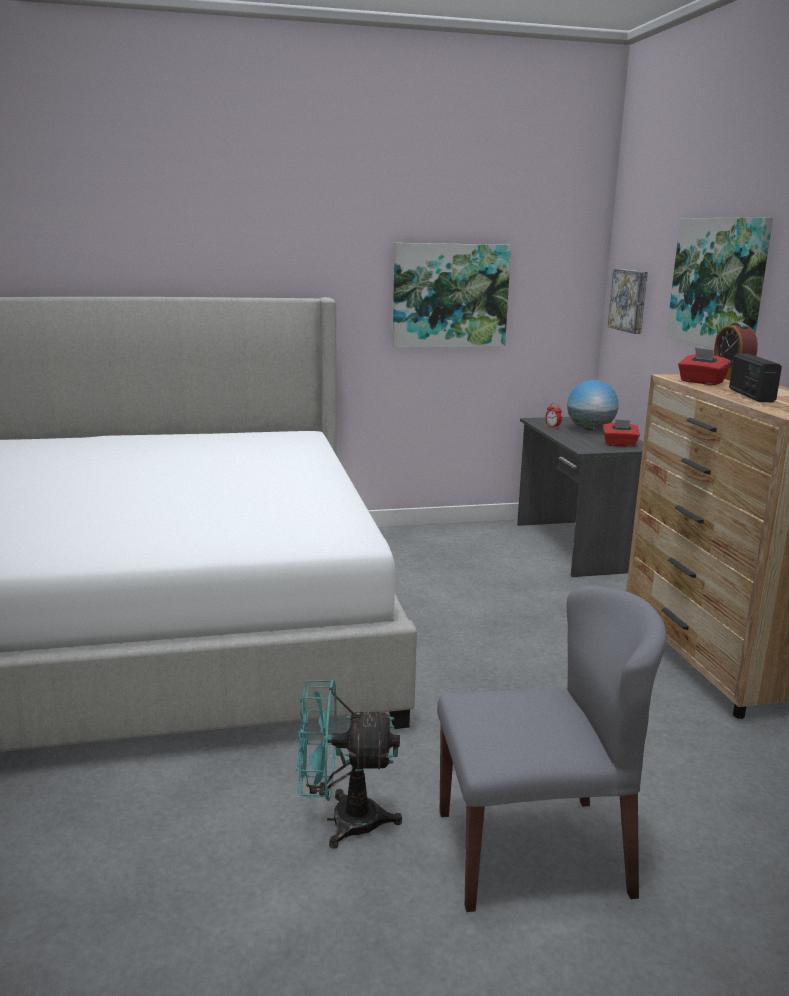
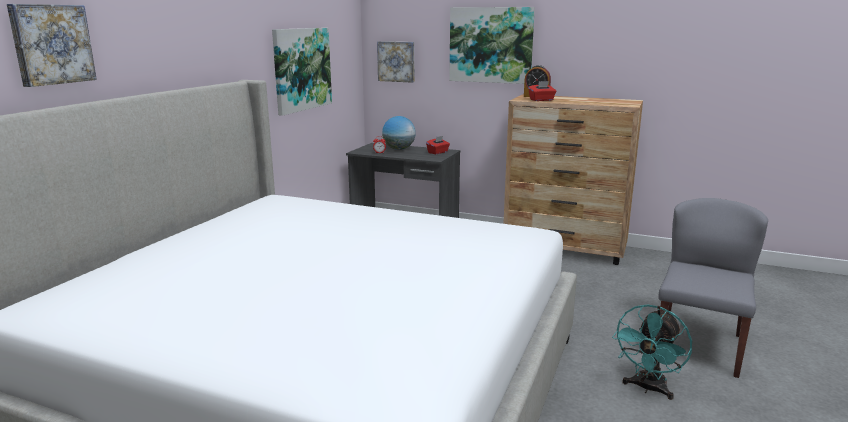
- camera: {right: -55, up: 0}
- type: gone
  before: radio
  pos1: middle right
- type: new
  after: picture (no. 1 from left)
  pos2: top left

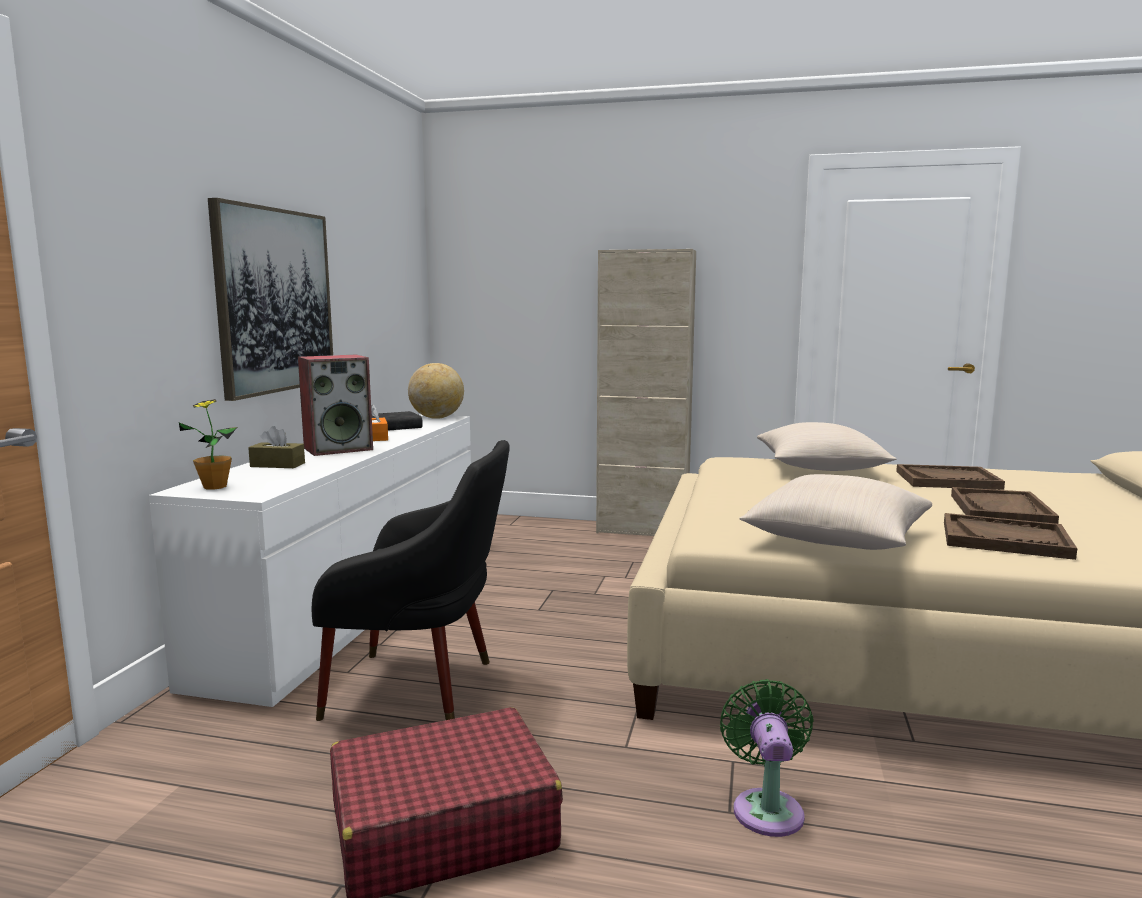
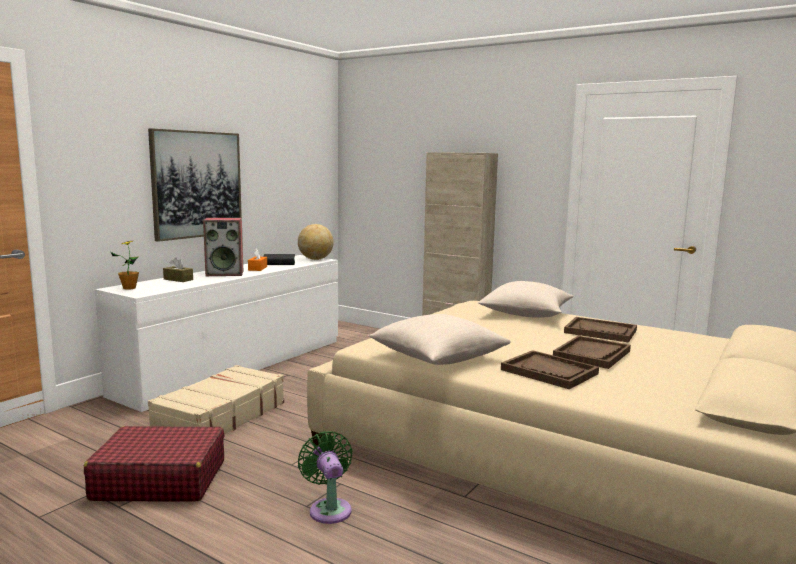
- camera: {right: 20, up: 0}
- type: swapped
  before: black armchair
  after: beige suitcase
  pos1: centre
  pos2: bottom left
- type: rotated
  before: green fan
  pos1: bottom right
  pos2: bottom centre
  turn: -45

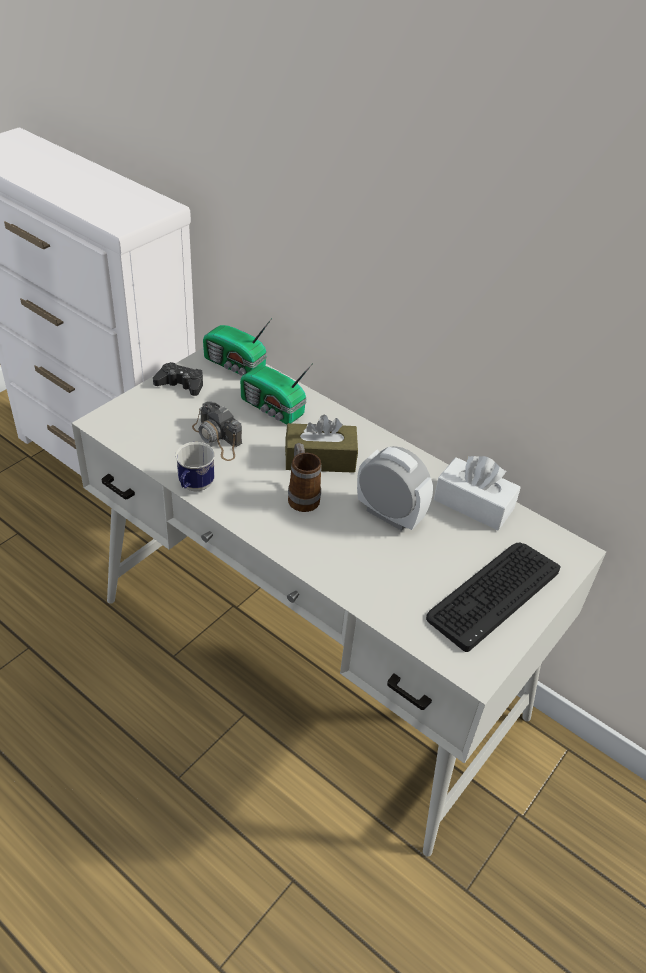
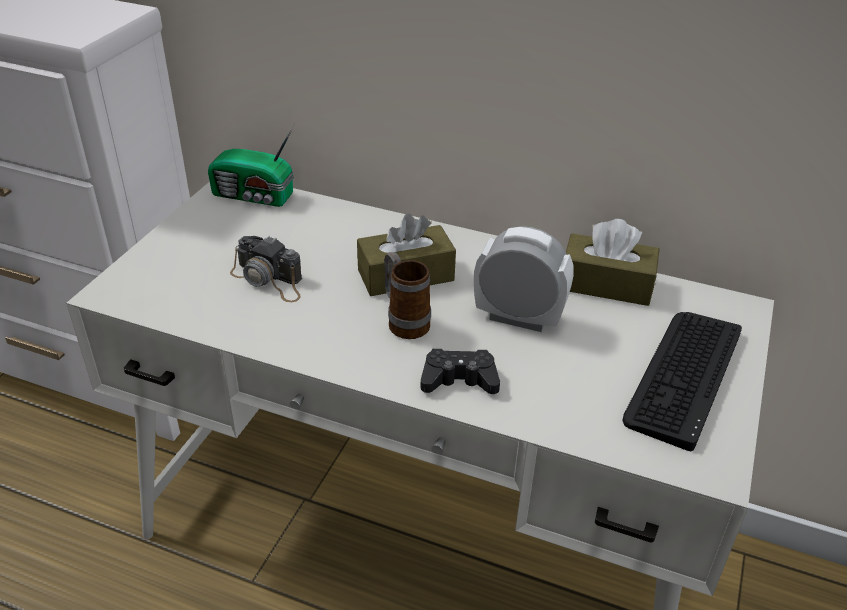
- camera: {right: -15, up: -5}
- type: shifted
  before: black game controller
  pos1: middle left
  pos2: centre
- type: gone
  before: radio (no. 2 from left)
  pos1: centre
- type: gone
  before: mug (no. 1 from left)
  pos1: middle left
- type: repainted
  before: white tissue box
  after: brown tissue box (no. 2 from left)
  pos1: middle right
  pos2: middle right

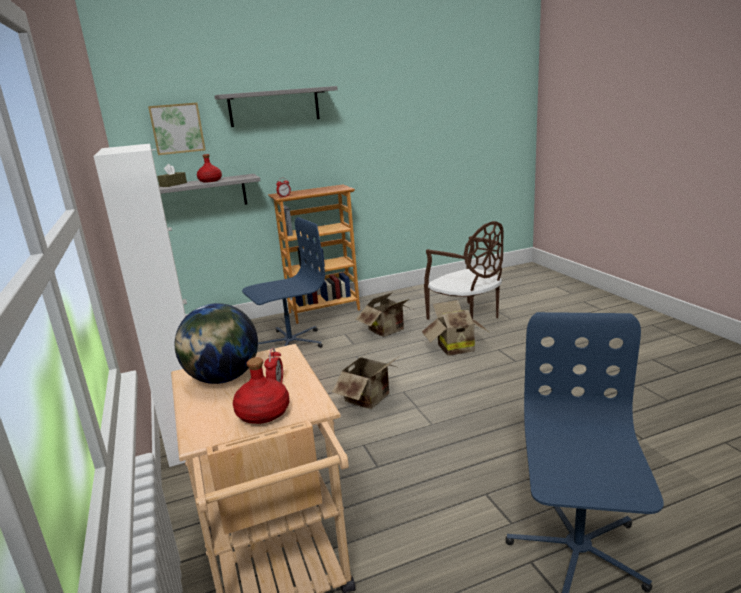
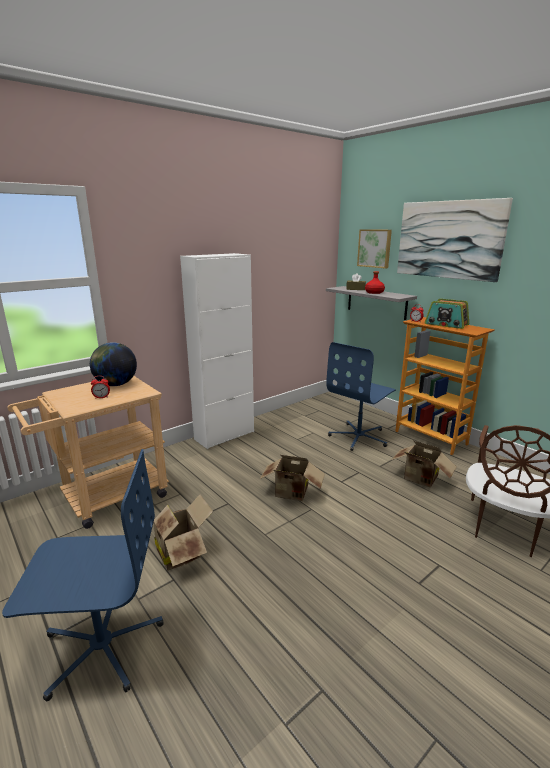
- camera: {right: 70, up: 0}
- type: swapped
  before: grey shelf (no. 2 from left)
  after: picture (no. 2 from left)
  pos1: top centre
  pos2: top right
- type: rotated
  before: blue office chair (no. 1 from left in the first image)
  pos1: centre
  pos2: centre
  turn: 90
- type: shifted
  before: cardboard box (no. 3 from left in the first image)
  after: cardboard box (no. 1 from left)
  pos1: centre
  pos2: bottom left
- type: gone
  before: red bottle (no. 2 from left)
  pos1: centre
- type: new
  after: radio
  pos2: middle right

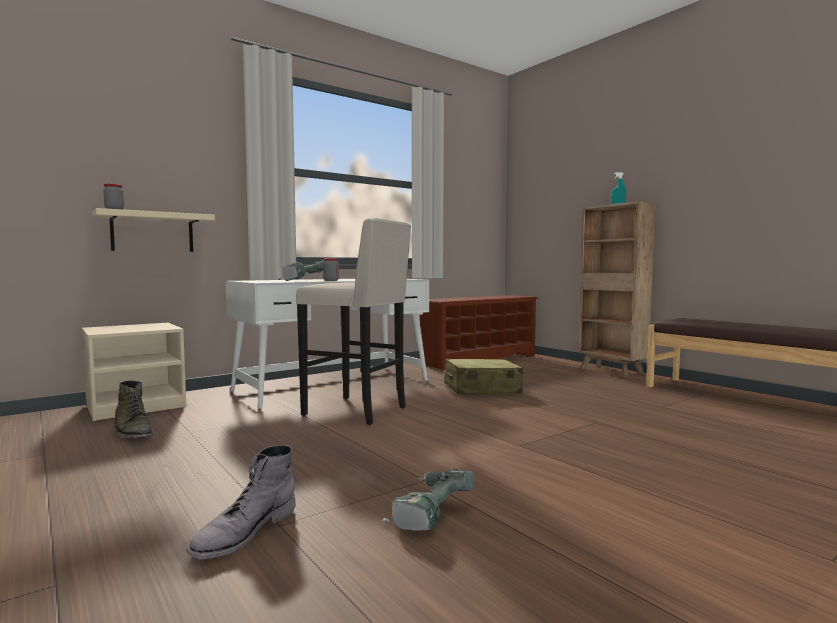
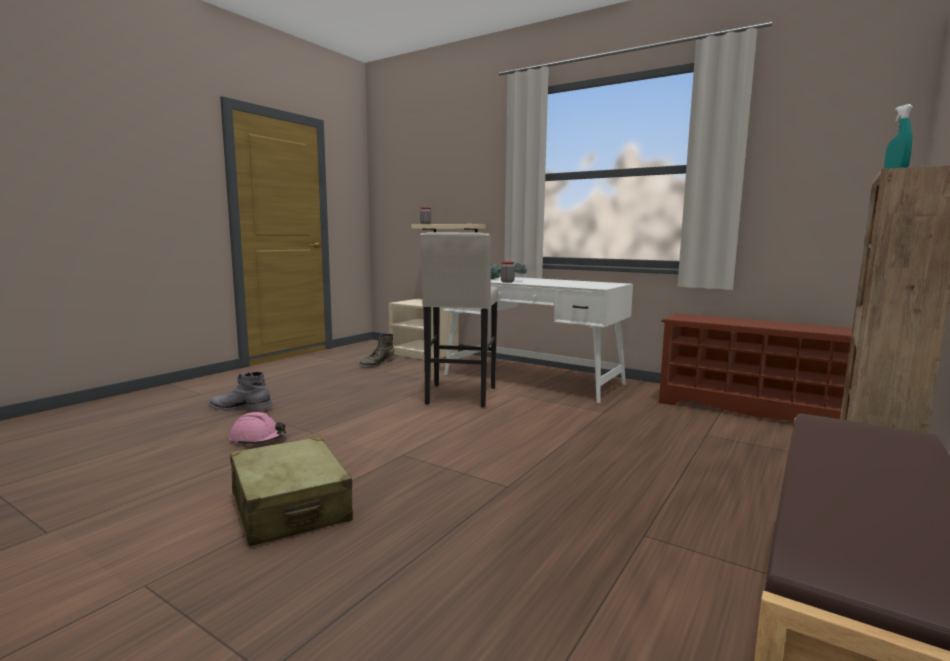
- camera: {right: 70, up: 5}
- type: shifted
  before: beige suitcase
  pos1: centre
  pos2: bottom left
- type: swapped
  before: power drill (no. 2 from left)
  after: pink hard hat
  pos1: bottom centre
  pos2: middle left

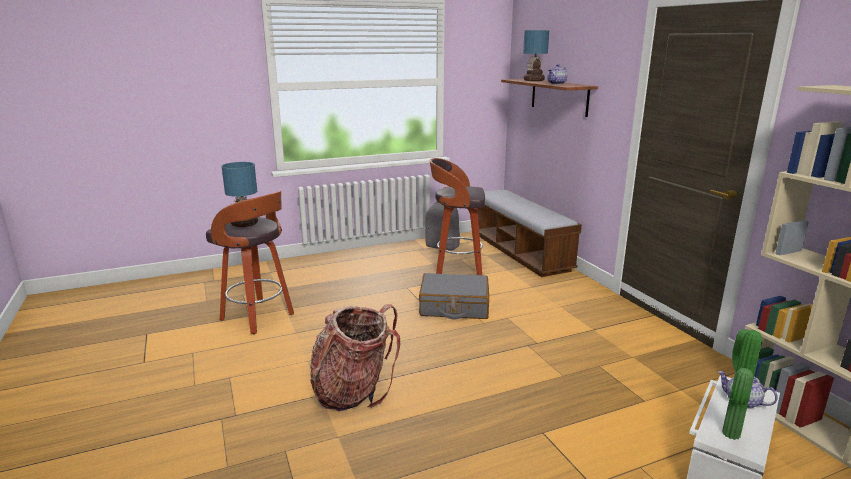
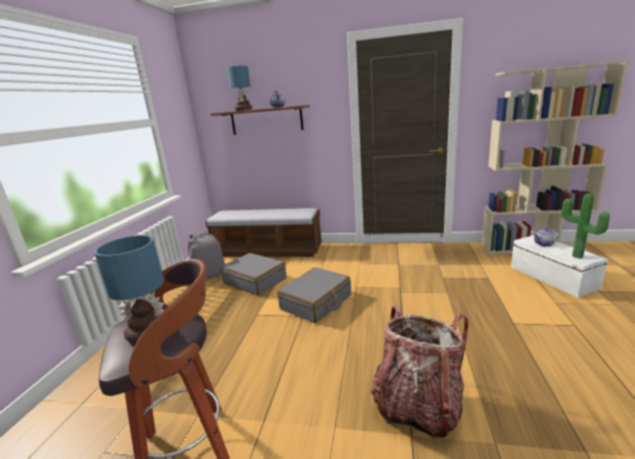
- camera: {right: -55, up: 0}
- type: swapped
  before: stool (no. 2 from left)
  after: grey suitcase (no. 1 from left)
  pos1: centre
  pos2: centre

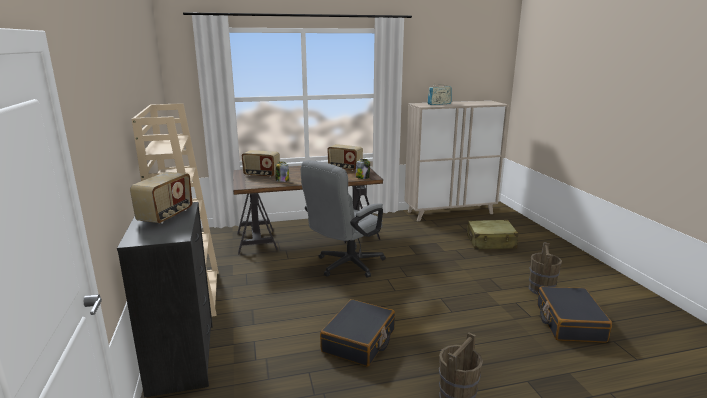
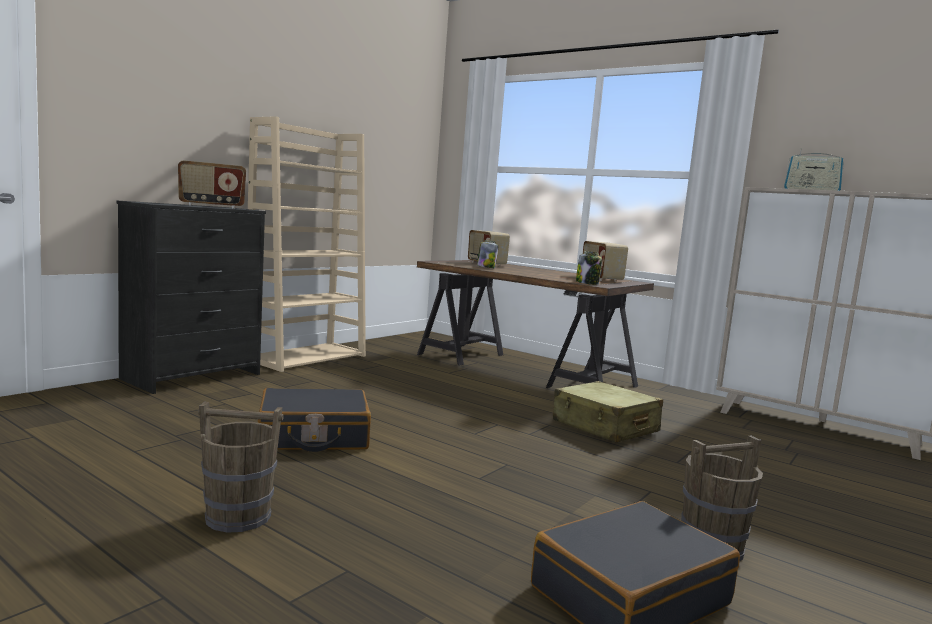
- camera: {right: 50, up: -10}
- type: gone
  before: grey office chair
  pos1: centre
- type: shifted
  before: beige suitcase
  pos1: middle right
  pos2: centre

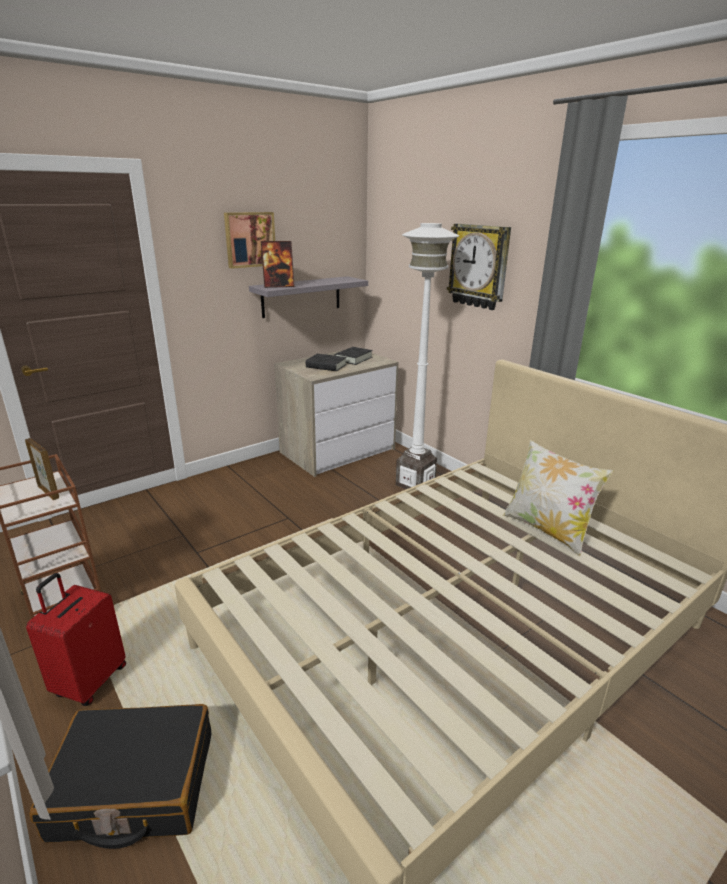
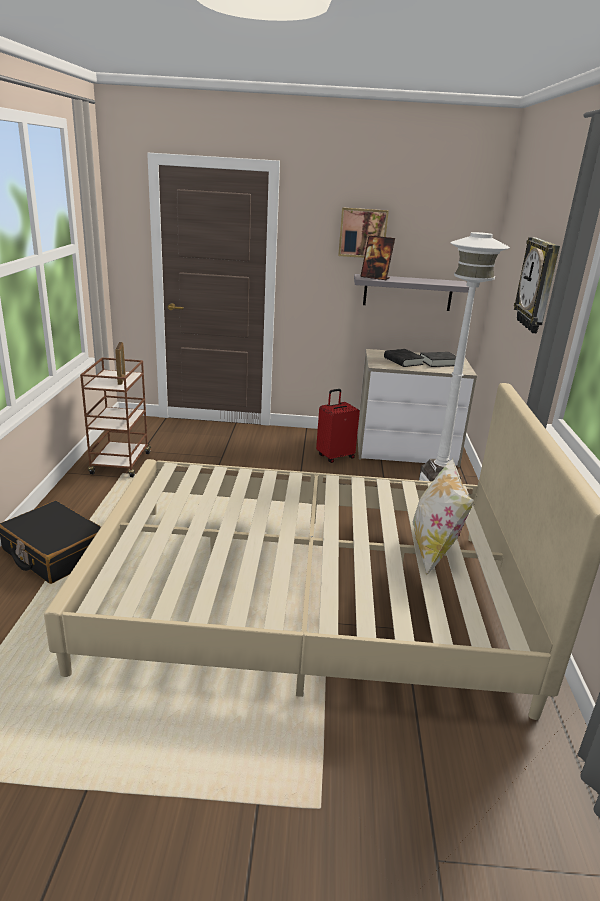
- camera: {right: 40, up: 0}
- type: shifted
  before: red suitcase
  pos1: bottom left
  pos2: centre

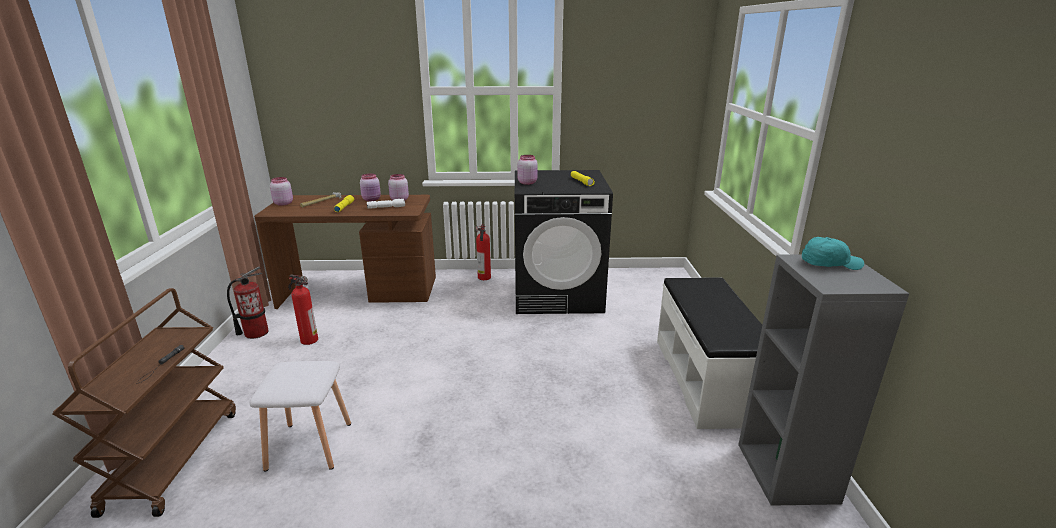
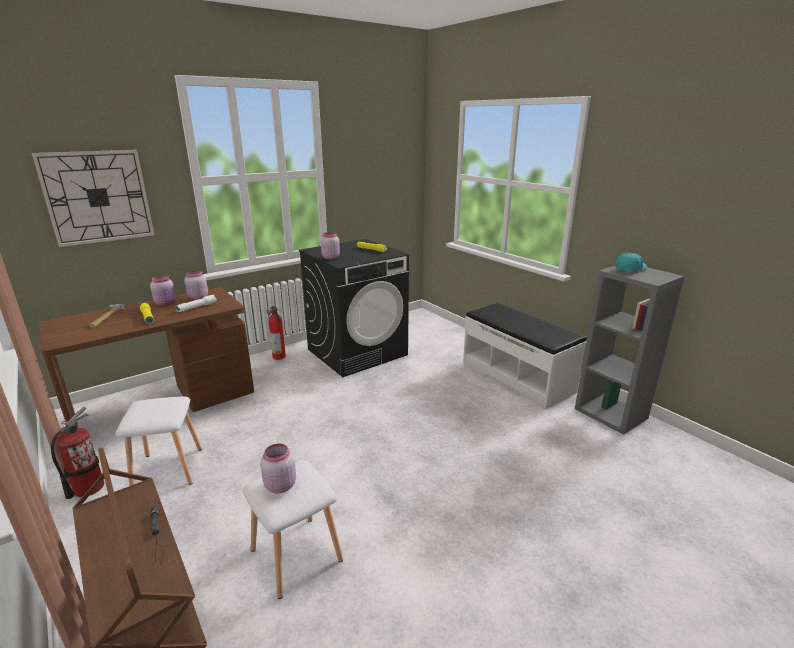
- camera: {right: -35, up: 0}
- type: shifted
  before: pink jar (no. 1 from left in the first image)
  after: pink jar (no. 3 from left)
  pos1: middle left
  pos2: bottom centre
- type: swapped
  before: fire extinguisher (no. 2 from left)
  after: white stool (no. 1 from left)
  pos1: middle left
  pos2: bottom left
- type: new
  after: wall clock
  pos2: top left

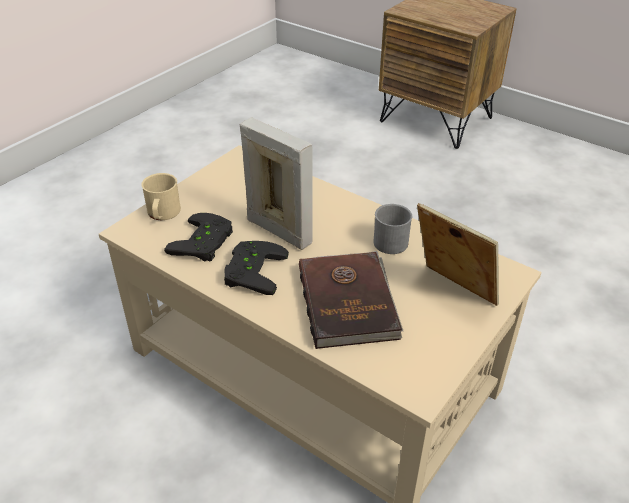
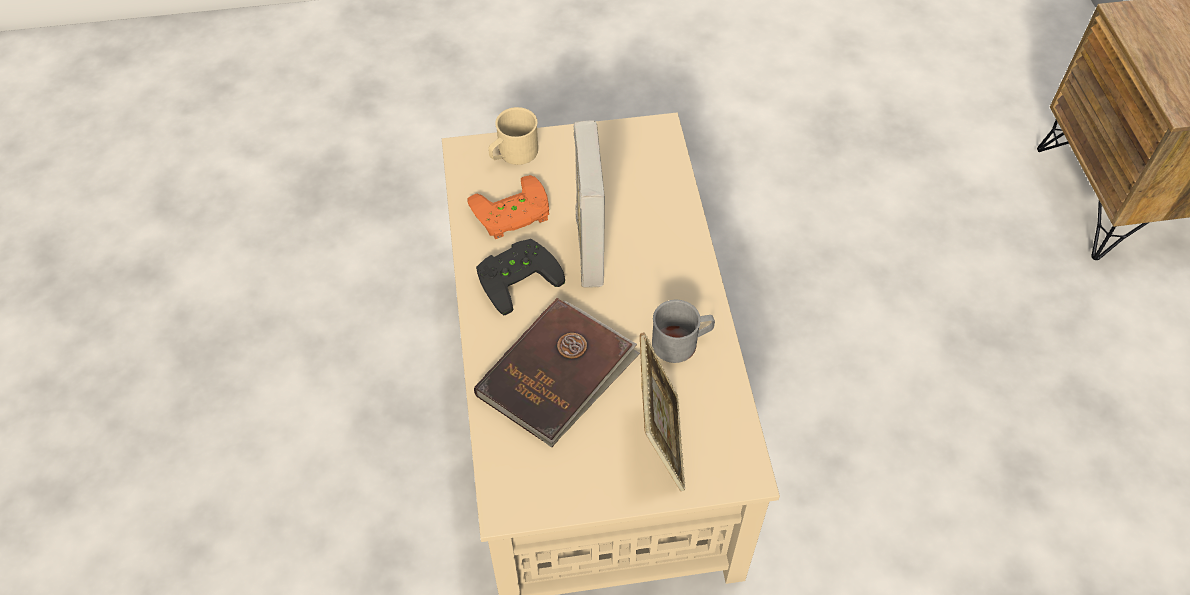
- camera: {right: 45, up: 15}
- type: repainted
  before: black game controller (no. 1 from left)
  after: orange game controller
  pos1: middle left
  pos2: centre

